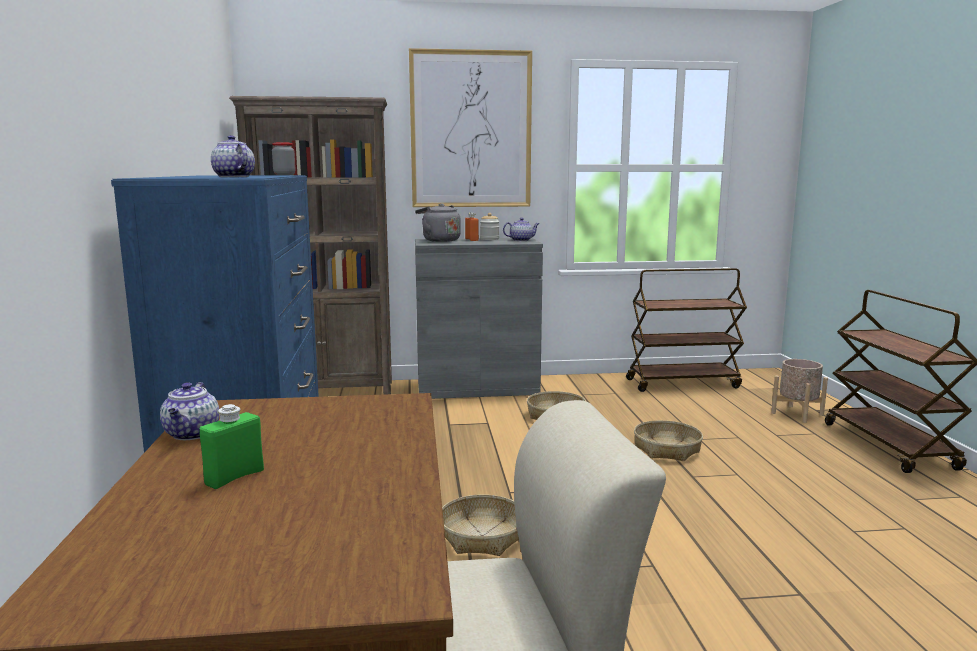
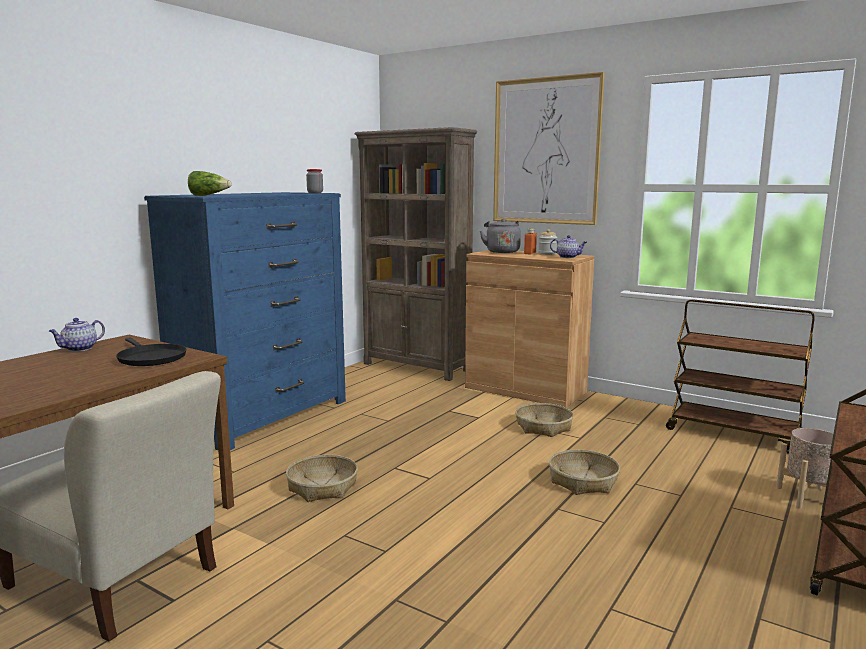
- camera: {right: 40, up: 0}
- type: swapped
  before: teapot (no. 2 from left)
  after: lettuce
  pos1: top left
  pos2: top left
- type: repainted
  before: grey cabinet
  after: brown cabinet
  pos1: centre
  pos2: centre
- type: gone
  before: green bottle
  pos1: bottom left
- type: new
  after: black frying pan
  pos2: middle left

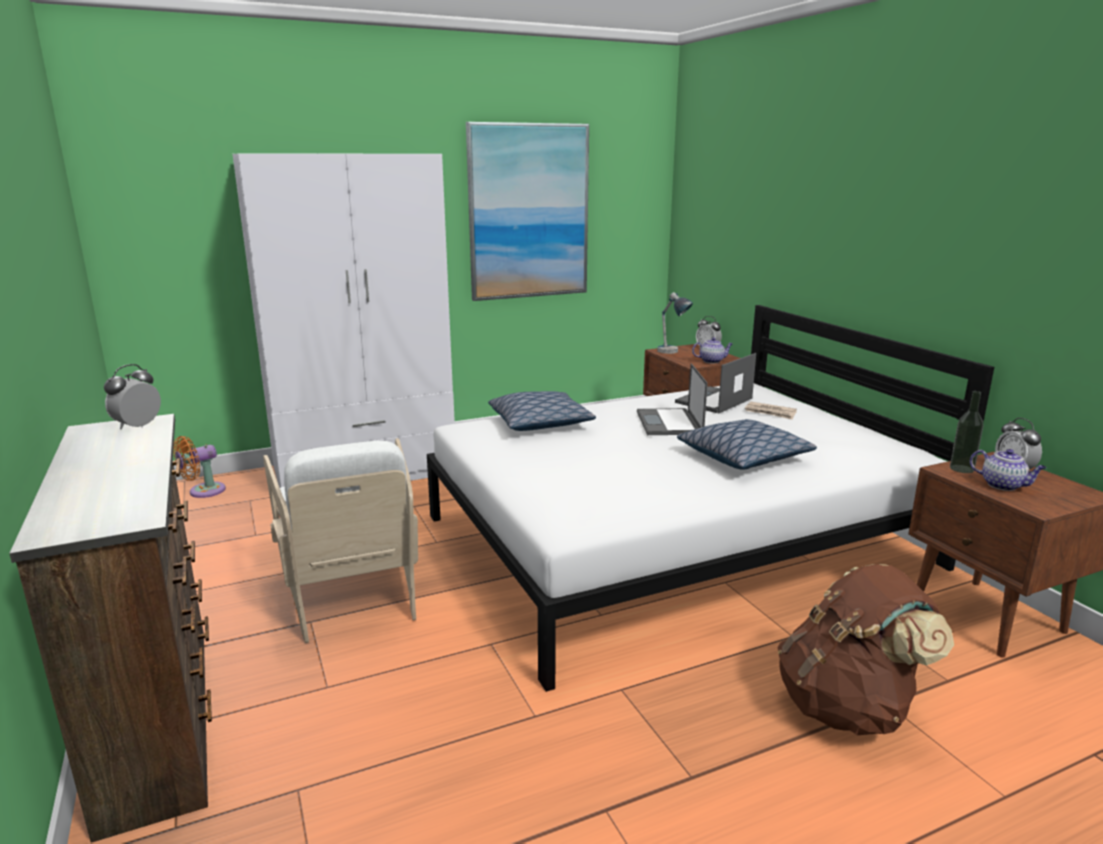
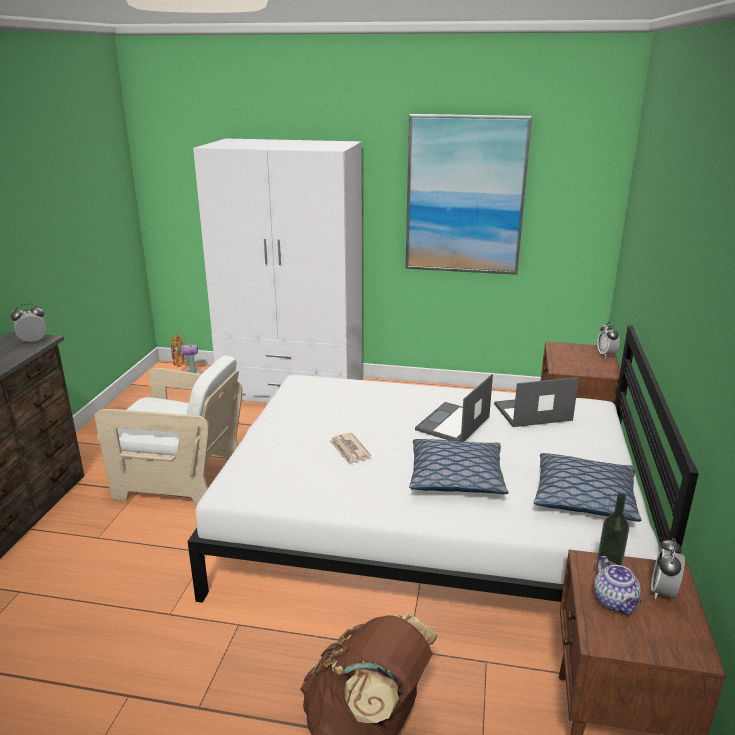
- camera: {right: 35, up: 5}
- type: gone
  before: table lamp
  pos1: centre
- type: gone
  before: teapot (no. 1 from left)
  pos1: centre
- type: shifted
  before: pillow (no. 1 from left in the first image)
  after: pillow (no. 2 from left)
  pos1: centre
  pos2: middle right
- type: shifted
  before: newspaper
  pos1: middle right
  pos2: centre
- type: rotated
  before: white armchair
  pos1: middle left
  pos2: middle left
  turn: -90

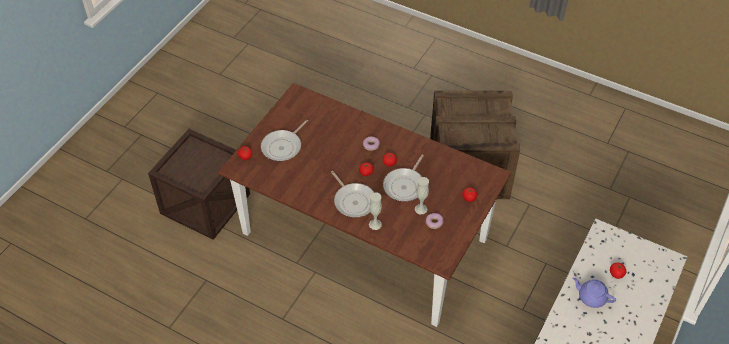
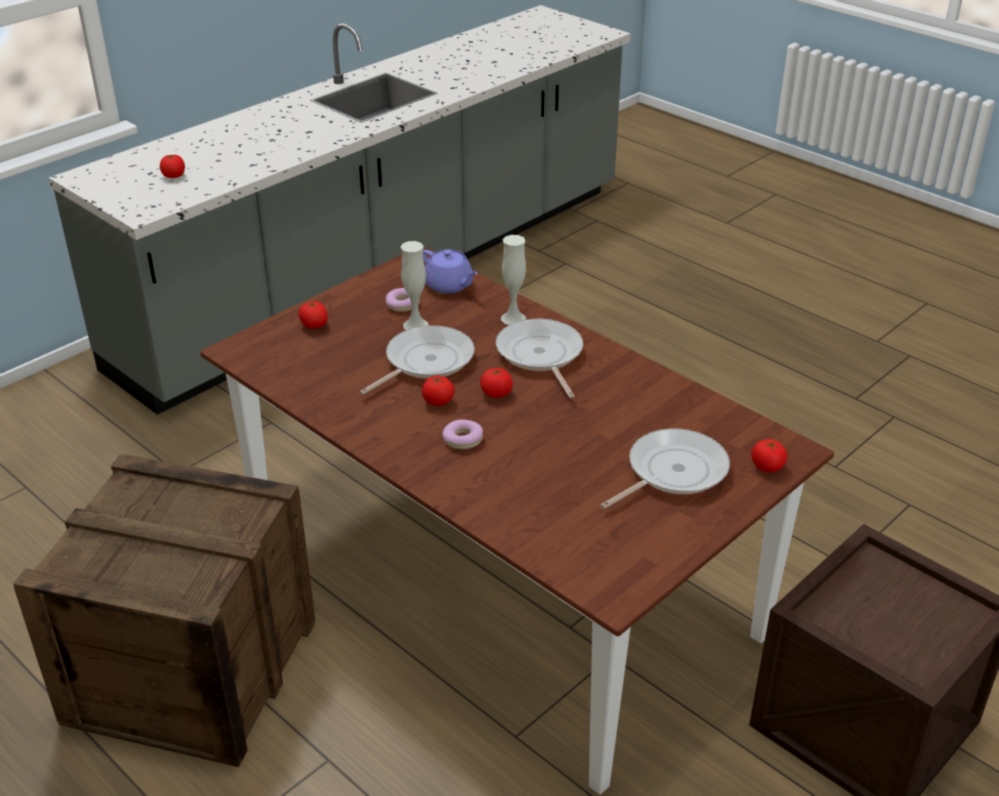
- camera: {right: -165, up: -15}
- type: shifted
  before: purple teapot
  pos1: bottom right
  pos2: centre

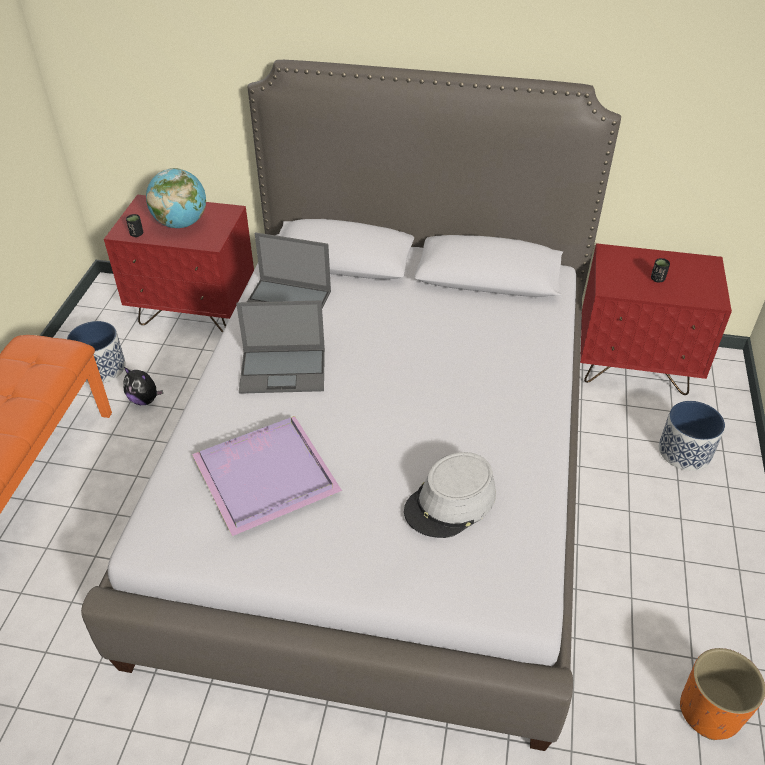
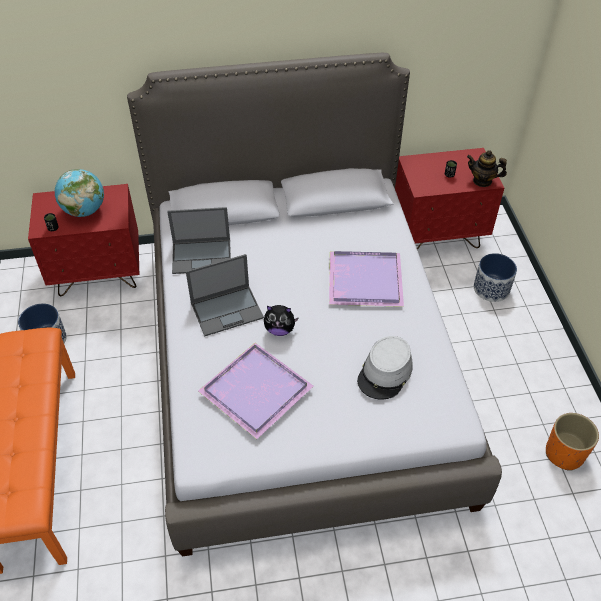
- camera: {right: -20, up: 5}
- type: shifted
  before: plush toy
  pos1: middle left
  pos2: centre
- type: new
  after: teapot
  pos2: top right
- type: new
  after: purple tray (no. 2 from left)
  pos2: centre

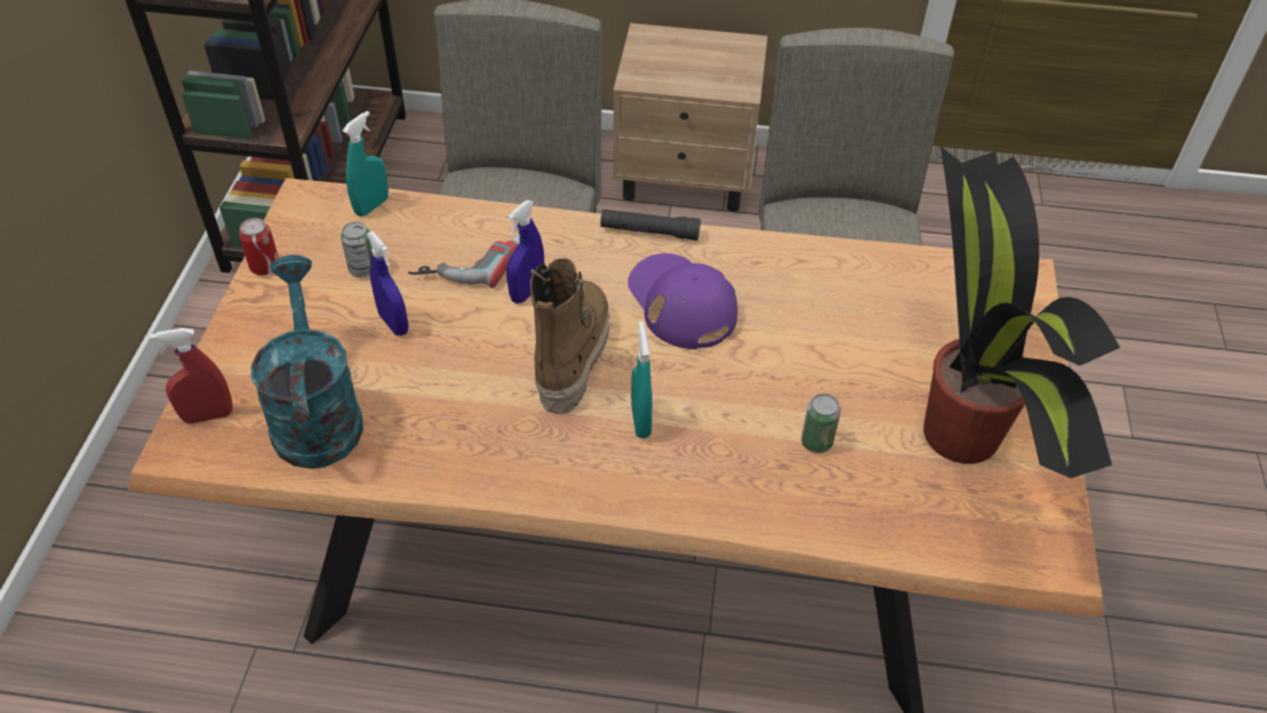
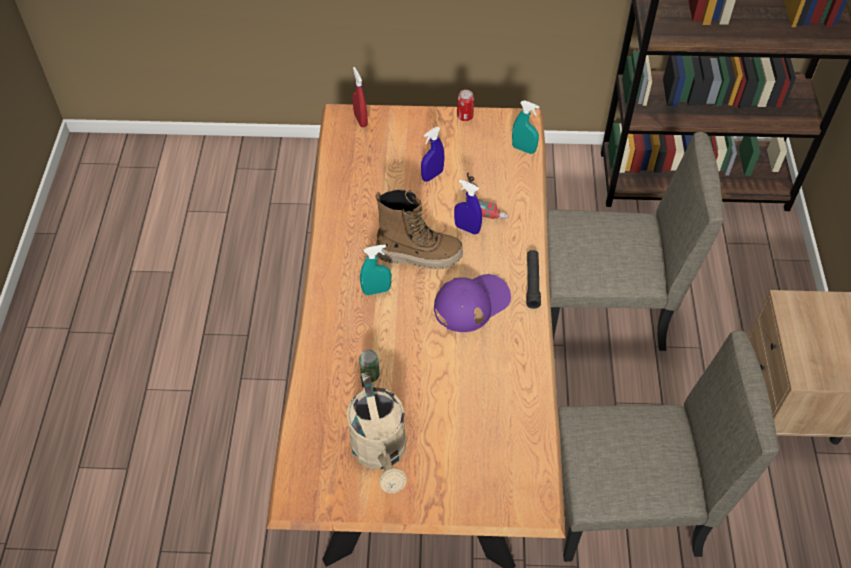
- camera: {right: 85, up: 5}
- type: swapped
  before: potted plant
  after: beige watering can
  pos1: middle right
  pos2: bottom centre
- type: gone
  before: can (no. 2 from left)
  pos1: middle left
- type: gone
  before: turquoise watering can
  pos1: middle left

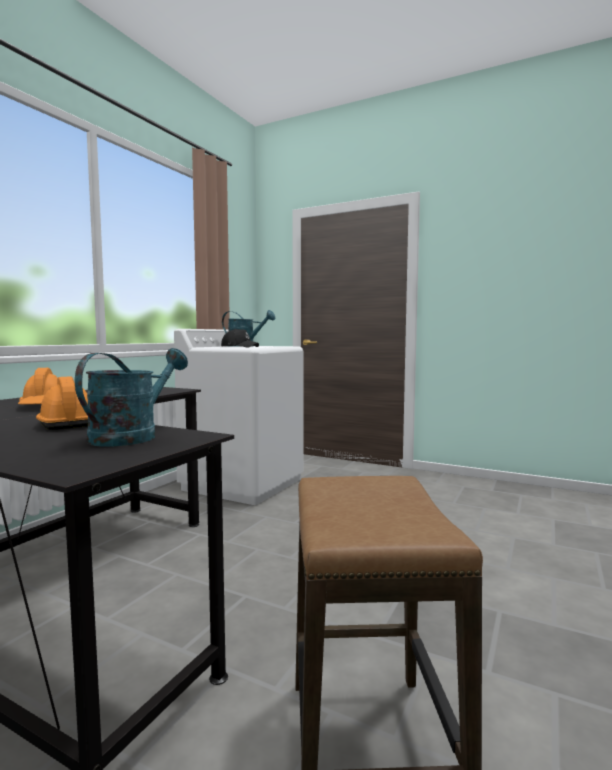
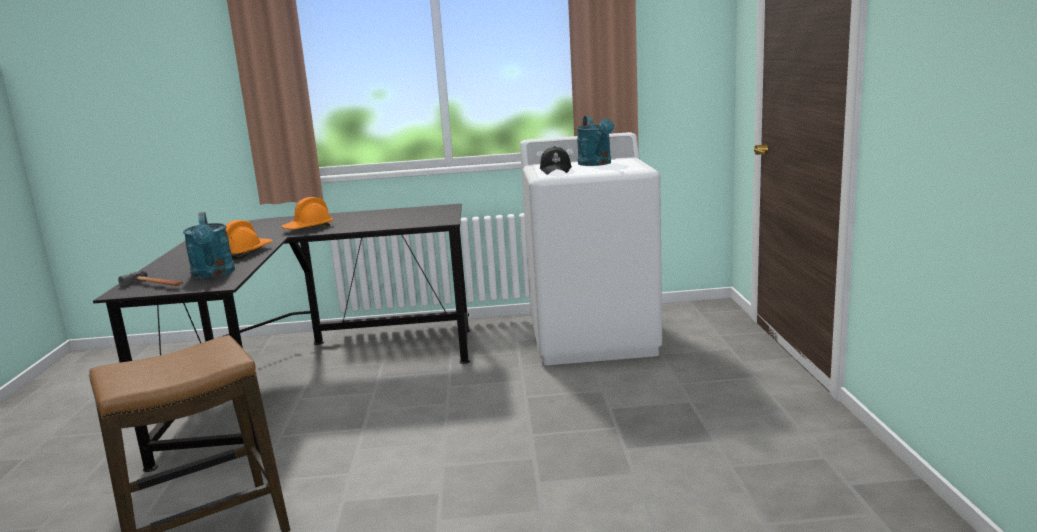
- camera: {right: 60, up: 10}
- type: rotated
  before: turquoise watering can (no. 1 from left)
  pos1: middle left
  pos2: middle left
  turn: 75
- type: new
  after: hammer
  pos2: middle left

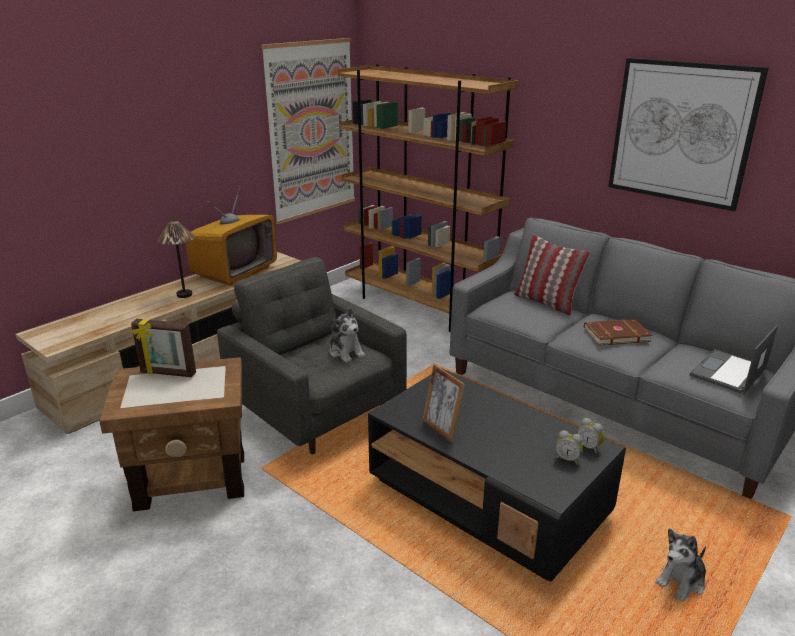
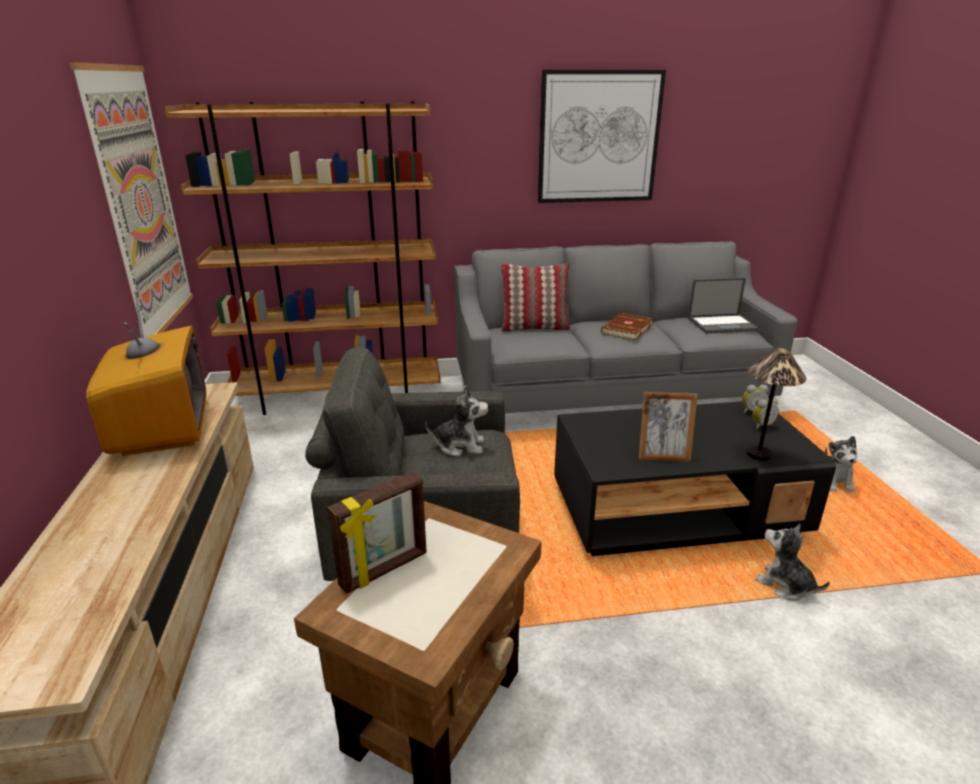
- camera: {right: -50, up: 0}
- type: shifted
  before: table lamp
  pos1: middle left
  pos2: middle right
- type: rotated
  before: laptop
  pos1: middle right
  pos2: middle right
  turn: -90
- type: new
  after: plush toy (no. 2 from left)
  pos2: bottom right

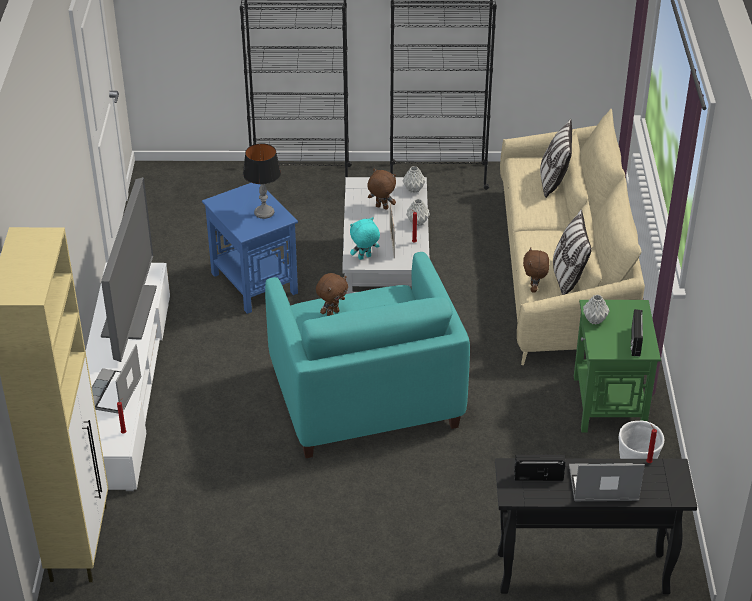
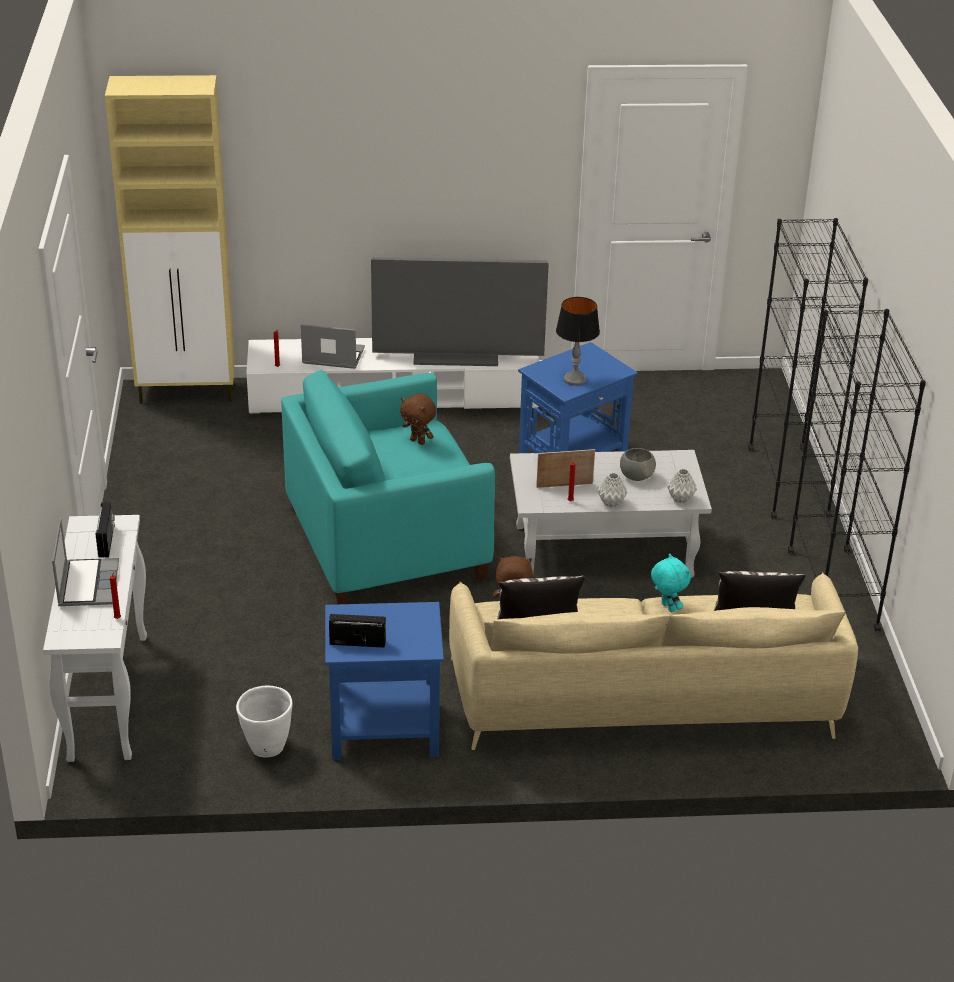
- camera: {right: 85, up: -5}
- type: swapped
  before: brown plush toy (no. 2 from left)
  after: grey bowl
  pos1: top centre
  pos2: middle right
- type: shifted
  before: turquoise plush toy
  pos1: centre
  pos2: middle right
- type: gone
  before: grey vase (no. 3 from left)
  pos1: middle right
- type: repainted
  before: green side table
  after: blue side table (no. 1 from left)
  pos1: middle right
  pos2: bottom centre
- type: repainted
  before: black console table
  after: white console table
  pos1: bottom right
  pos2: middle left

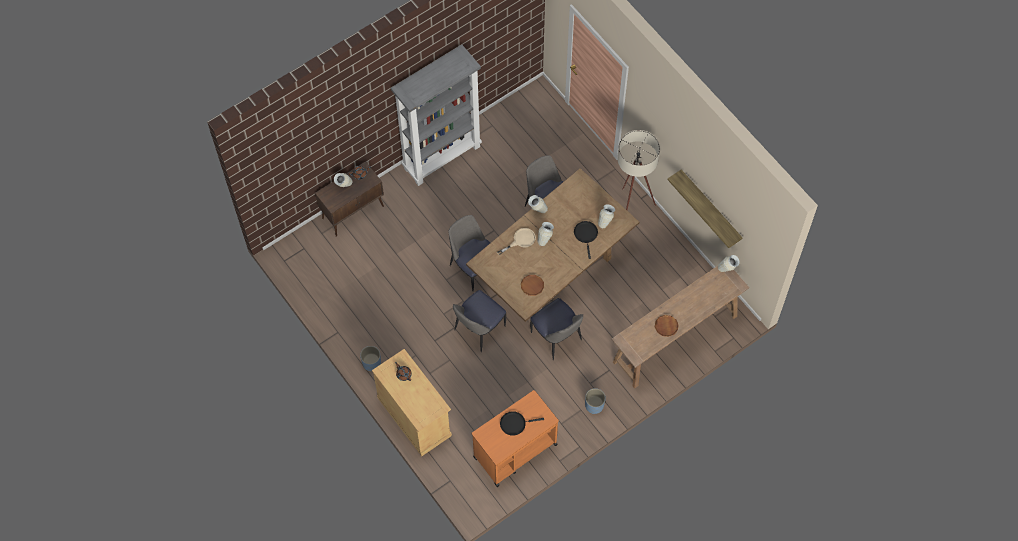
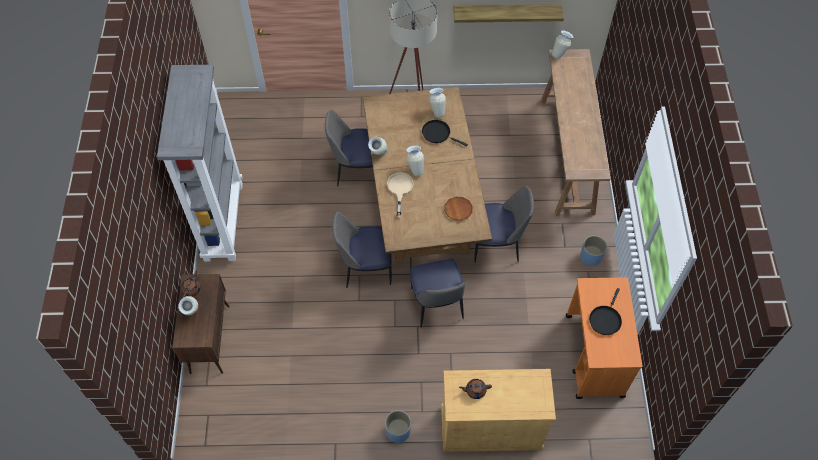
- camera: {right: -55, up: -5}
- type: gone
  before: brown plate (no. 2 from left)
  pos1: centre

